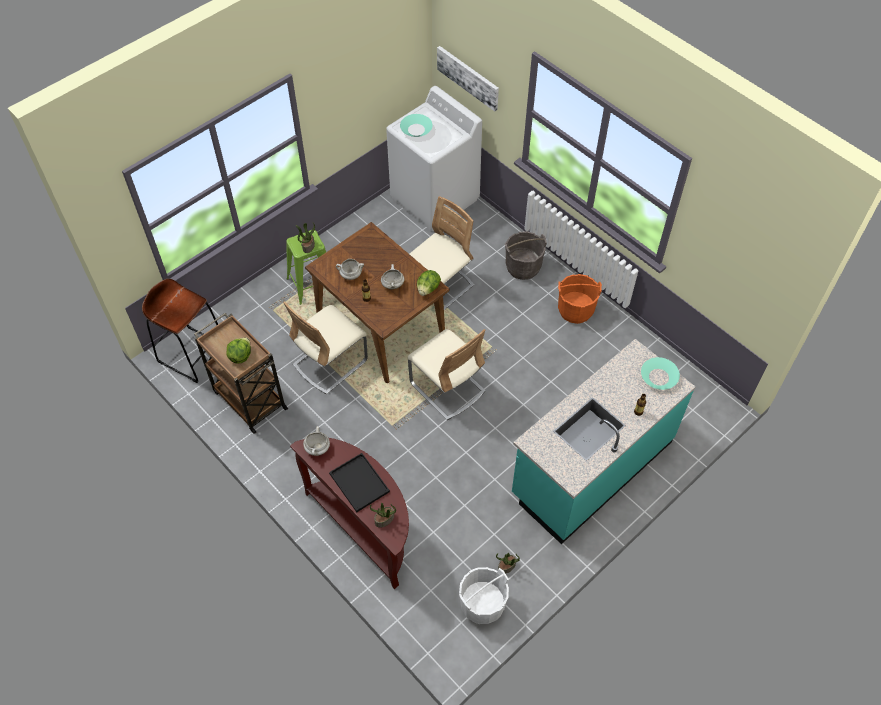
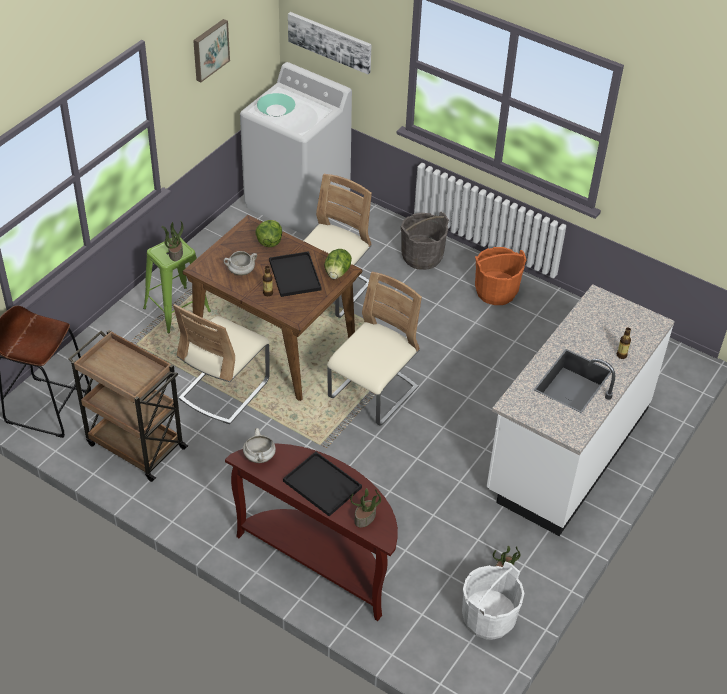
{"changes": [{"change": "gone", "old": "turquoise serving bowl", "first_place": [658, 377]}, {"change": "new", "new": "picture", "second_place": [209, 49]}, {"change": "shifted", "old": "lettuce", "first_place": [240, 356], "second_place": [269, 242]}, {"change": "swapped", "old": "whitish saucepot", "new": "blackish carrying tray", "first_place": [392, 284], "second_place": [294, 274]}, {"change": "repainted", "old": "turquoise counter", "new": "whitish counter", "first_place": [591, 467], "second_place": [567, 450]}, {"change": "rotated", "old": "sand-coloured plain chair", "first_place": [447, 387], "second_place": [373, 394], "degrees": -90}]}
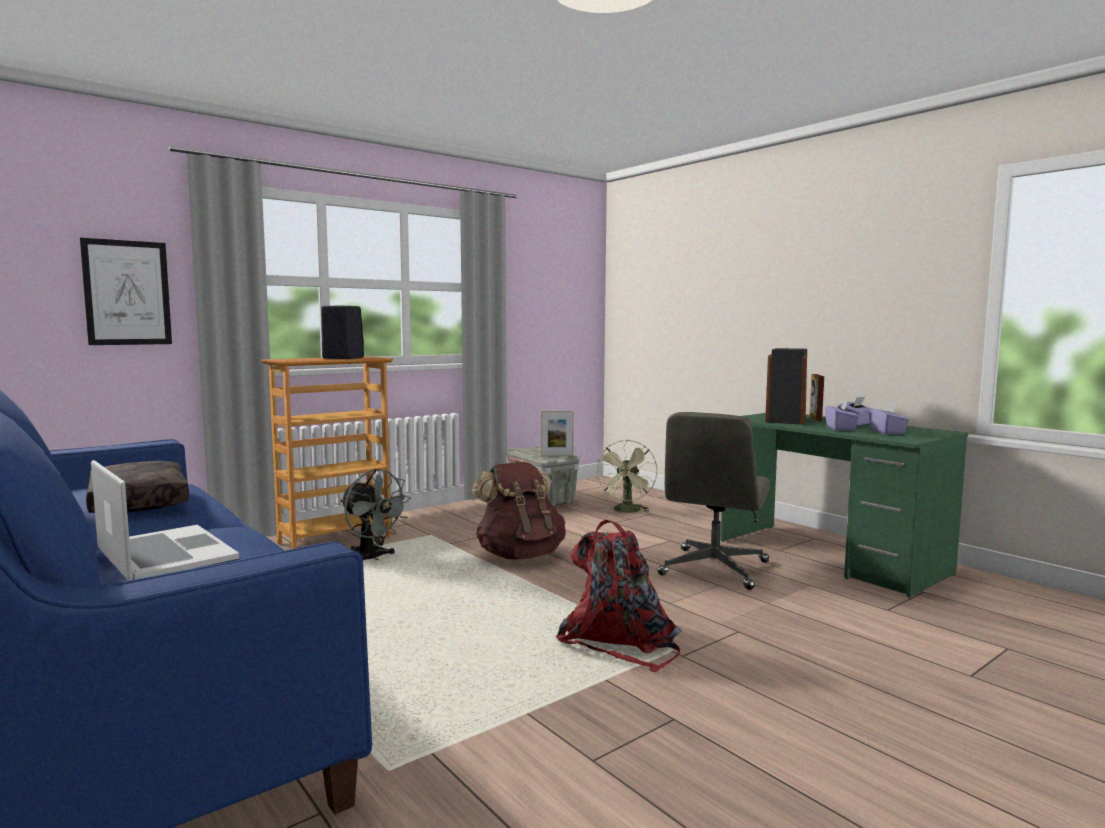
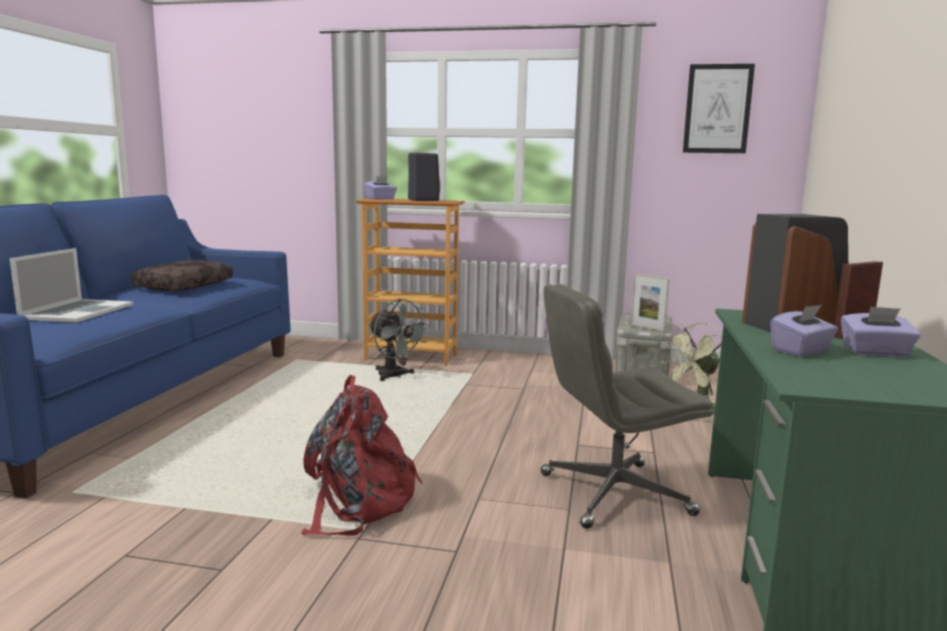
{"changes": [{"change": "gone", "old": "brownish rucksack", "first_place": [520, 555]}, {"change": "shifted", "old": "picture", "first_place": [127, 293], "second_place": [717, 109]}, {"change": "shifted", "old": "purplish tissue box", "first_place": [887, 432], "second_place": [380, 199]}, {"change": "rotated", "old": "gray fan", "first_place": [372, 558], "second_place": [395, 376], "degrees": -45}]}
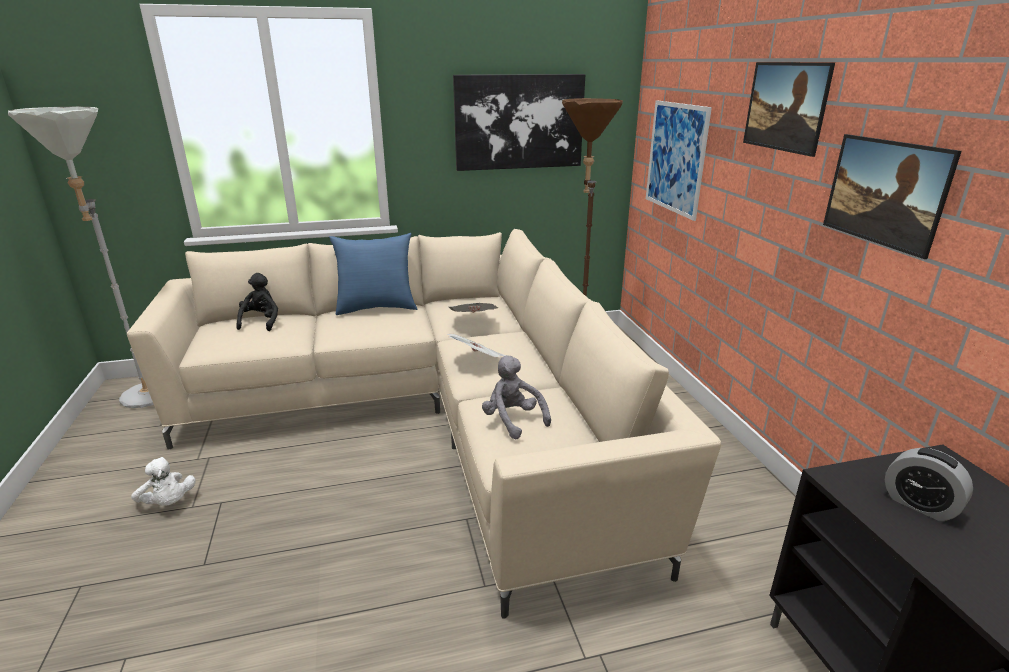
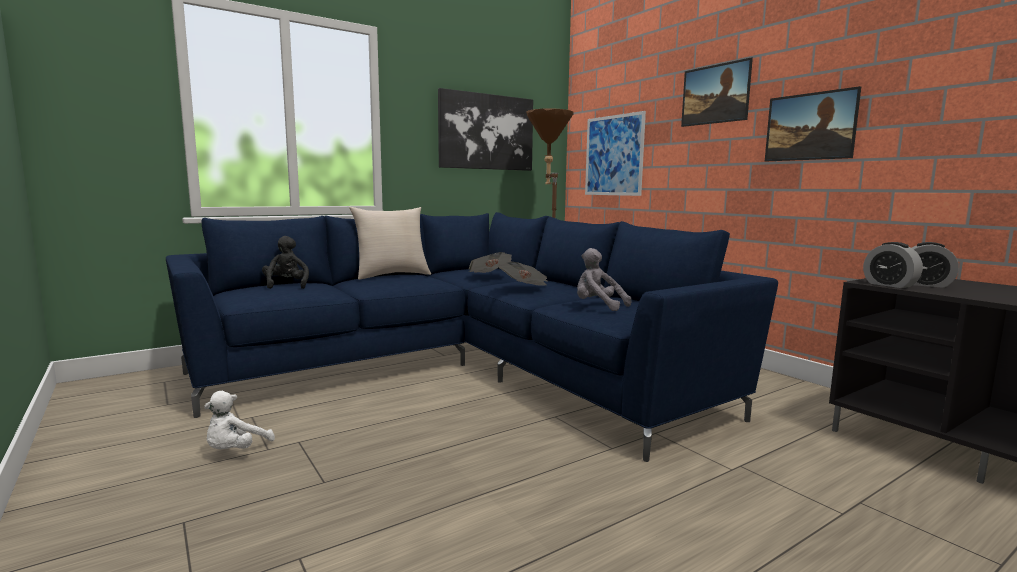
{"changes": [{"change": "gone", "old": "gray standing lamp", "first_place": [144, 401]}, {"change": "new", "new": "alarm clock", "second_place": [889, 285]}, {"change": "repainted", "old": "sand-coloured settee", "new": "blue settee", "first_place": [431, 420], "second_place": [461, 370]}, {"change": "repainted", "old": "blue cushion", "new": "sand-coloured cushion", "first_place": [377, 308], "second_place": [391, 275]}, {"change": "rotated", "old": "whitish soft toy", "first_place": [168, 503], "second_place": [236, 451], "degrees": 90}]}
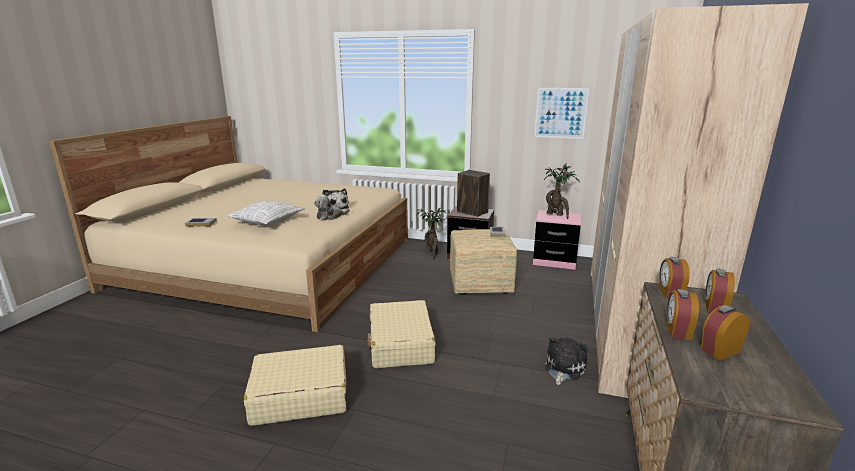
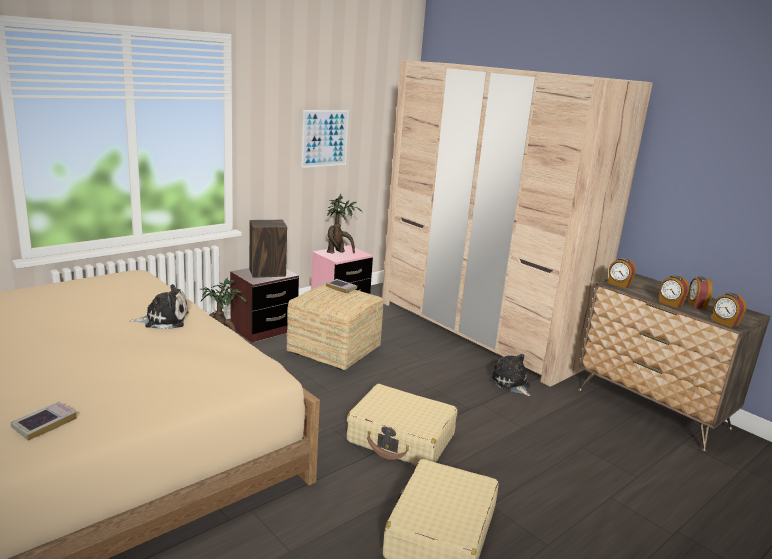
{"changes": [{"change": "gone", "old": "cushion", "first_place": [267, 221]}, {"change": "gone", "old": "soft toy", "first_place": [330, 216]}, {"change": "shifted", "old": "alarm clock", "first_place": [714, 307], "second_place": [724, 322]}]}
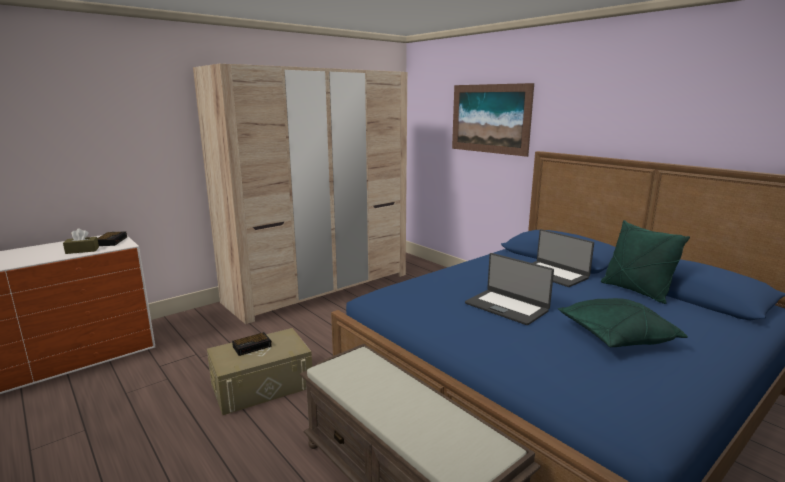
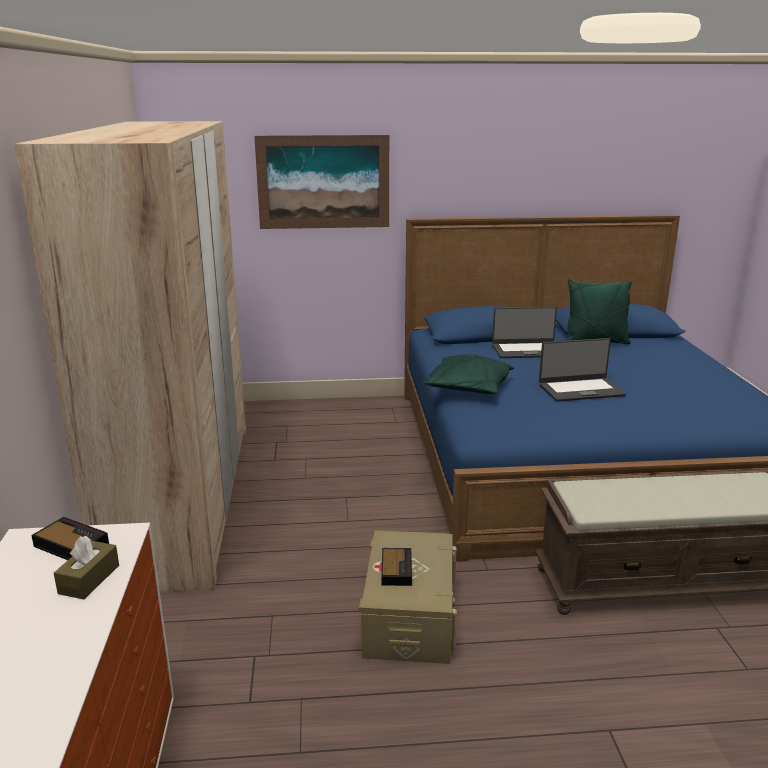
{"changes": [{"change": "shifted", "old": "green cushion", "first_place": [615, 336], "second_place": [468, 389]}]}
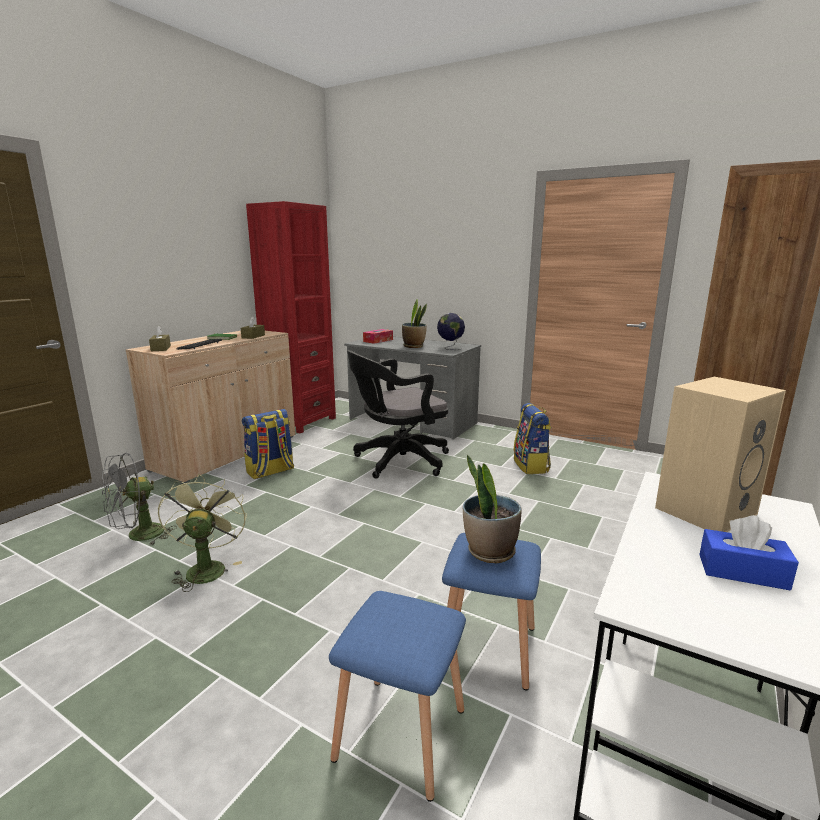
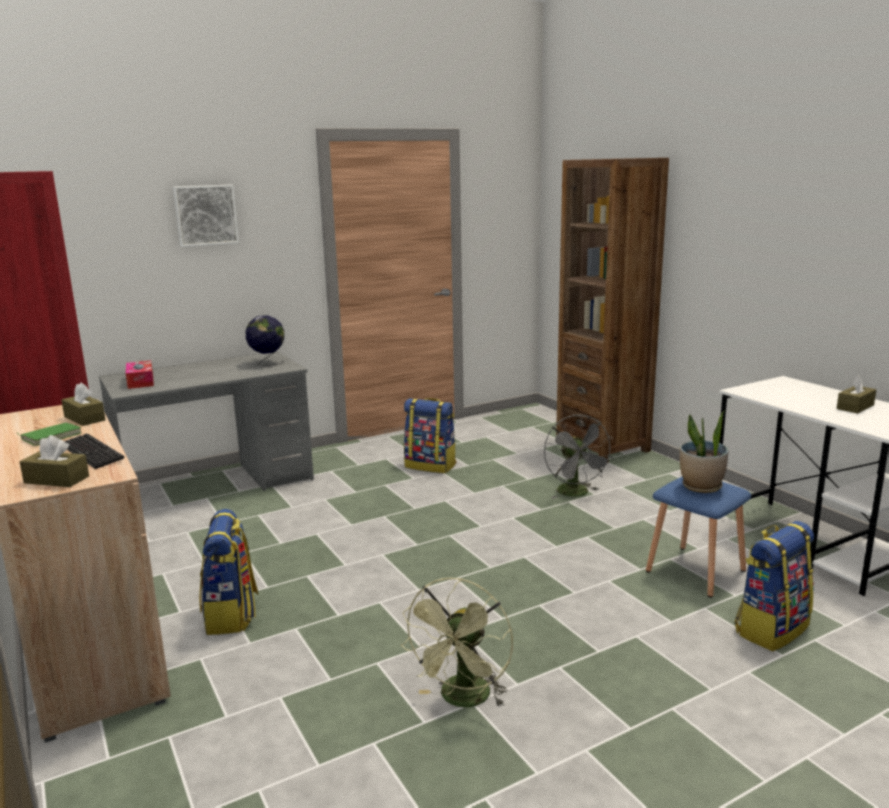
{"changes": [{"change": "gone", "old": "blackish office chair", "first_place": [397, 461]}, {"change": "gone", "old": "houseplant", "first_place": [414, 346]}, {"change": "gone", "old": "sand-coloured loudspeaker", "first_place": [704, 510]}, {"change": "new", "new": "picture", "second_place": [205, 215]}, {"change": "shifted", "old": "gray fan", "first_place": [138, 536], "second_place": [576, 494]}, {"change": "swapped", "old": "blue sitting stool", "new": "rucksack", "first_place": [403, 733], "second_place": [771, 628]}, {"change": "repainted", "old": "blue tissue box", "new": "brownish tissue box", "first_place": [742, 572], "second_place": [855, 407]}, {"change": "rotated", "old": "green fan", "first_place": [206, 568], "second_place": [463, 700], "degrees": -90}]}
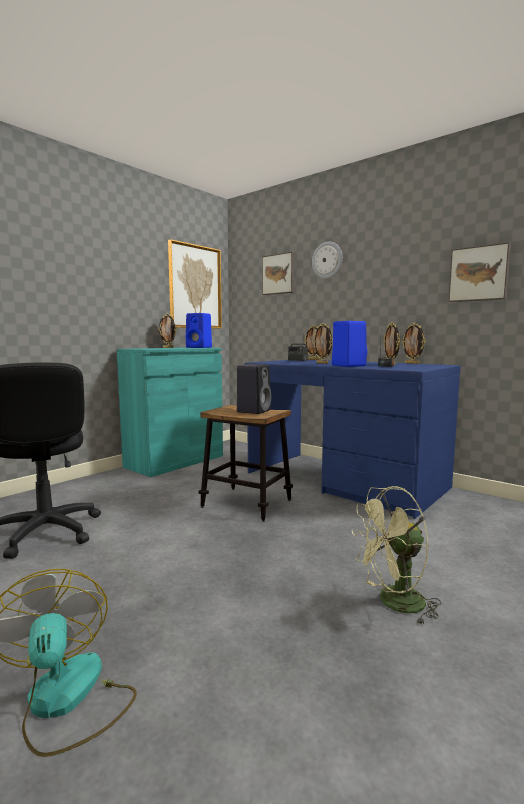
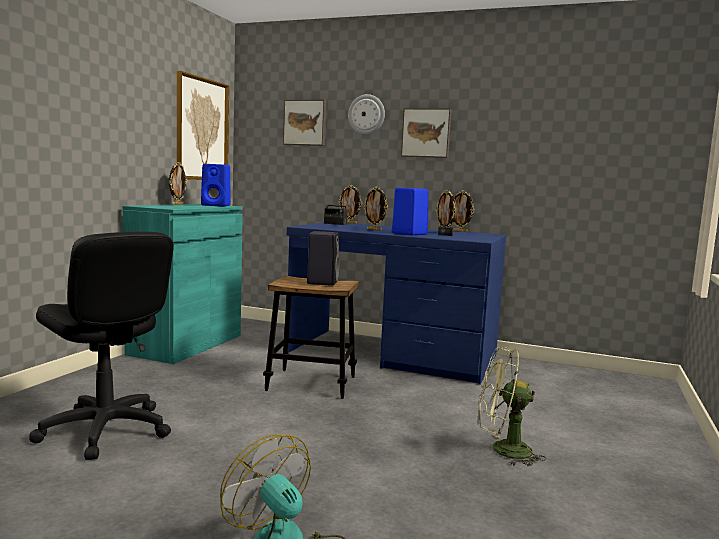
{"changes": [{"change": "shifted", "old": "picture", "first_place": [479, 274], "second_place": [426, 133]}, {"change": "rotated", "old": "green fan", "first_place": [393, 603], "second_place": [502, 450], "degrees": 45}]}
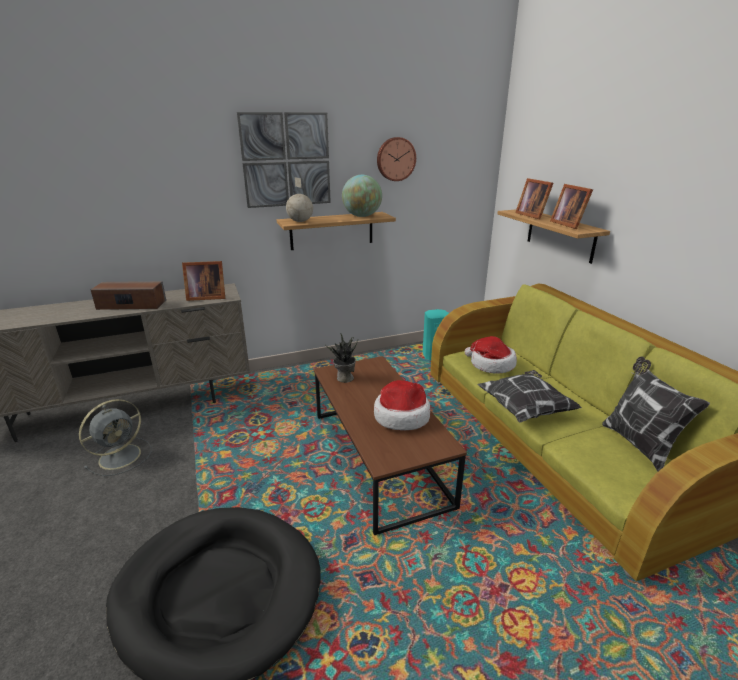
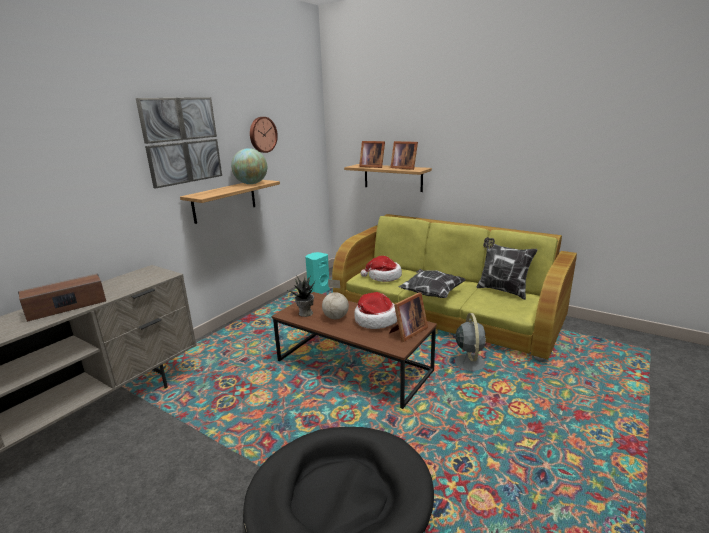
{"changes": [{"change": "shifted", "old": "gray fan", "first_place": [122, 456], "second_place": [469, 362]}, {"change": "shifted", "old": "picture frame", "first_place": [205, 297], "second_place": [407, 332]}, {"change": "shifted", "old": "desk globe", "first_place": [300, 221], "second_place": [335, 317]}]}
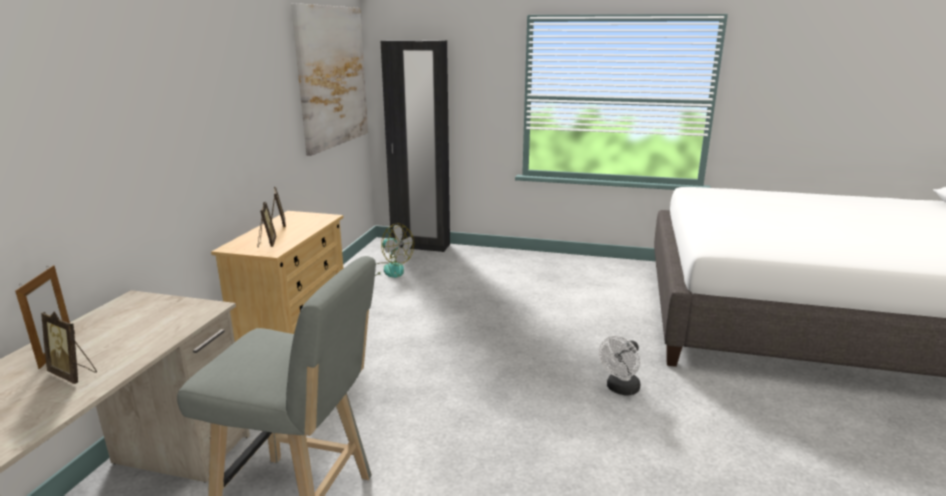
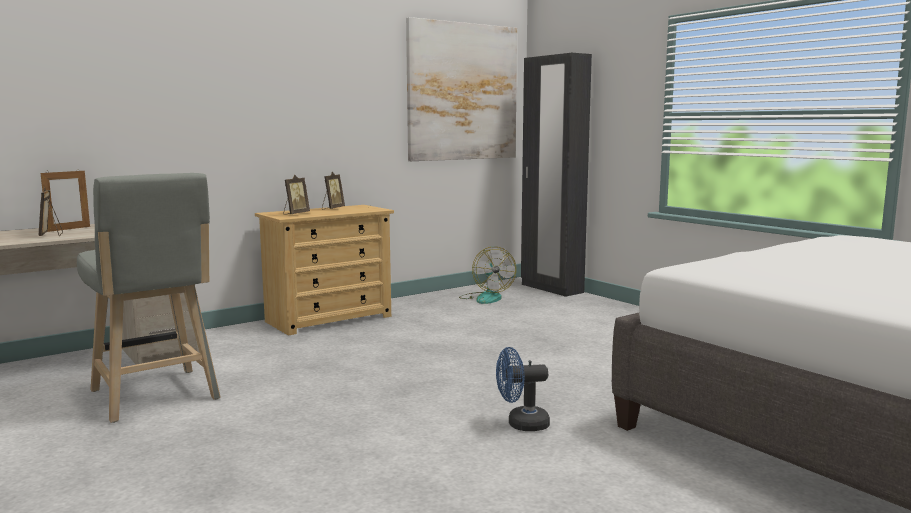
{"changes": [{"change": "repainted", "old": "whitish fan", "new": "blue fan", "first_place": [620, 389], "second_place": [521, 424]}]}
